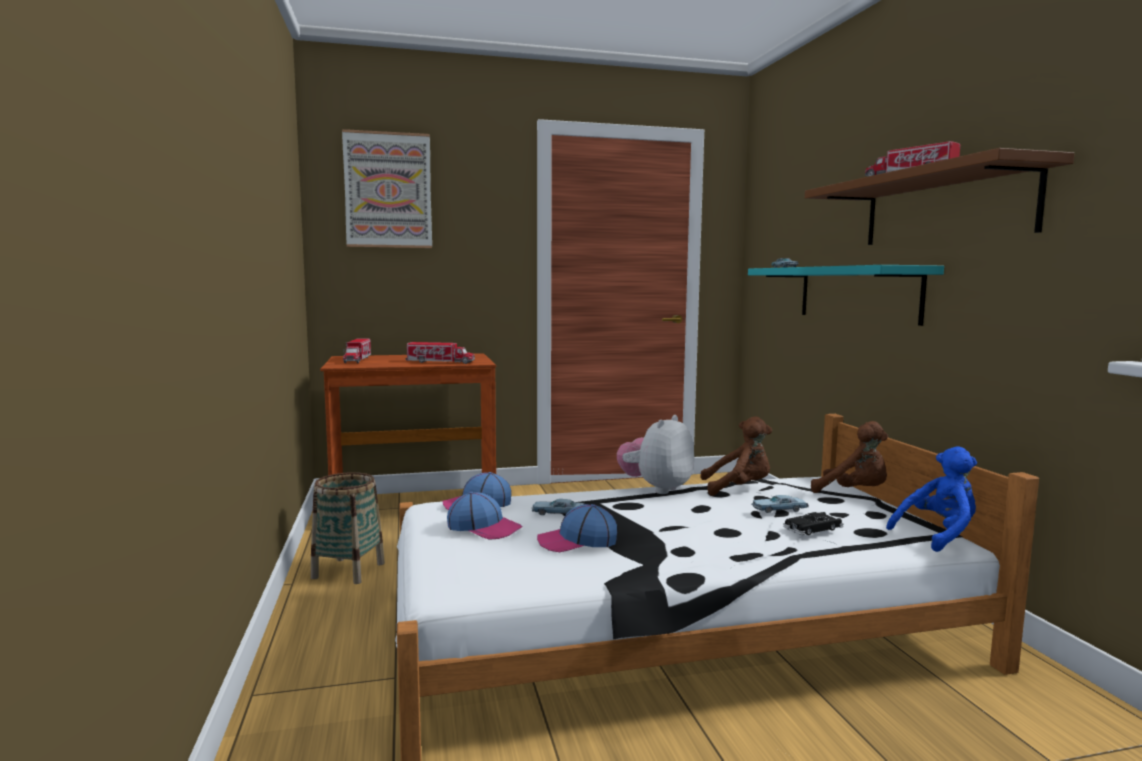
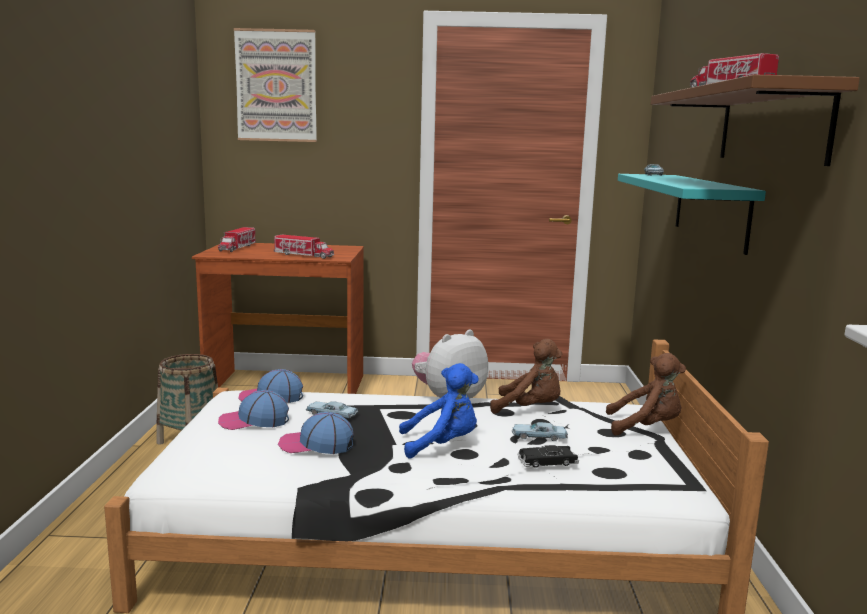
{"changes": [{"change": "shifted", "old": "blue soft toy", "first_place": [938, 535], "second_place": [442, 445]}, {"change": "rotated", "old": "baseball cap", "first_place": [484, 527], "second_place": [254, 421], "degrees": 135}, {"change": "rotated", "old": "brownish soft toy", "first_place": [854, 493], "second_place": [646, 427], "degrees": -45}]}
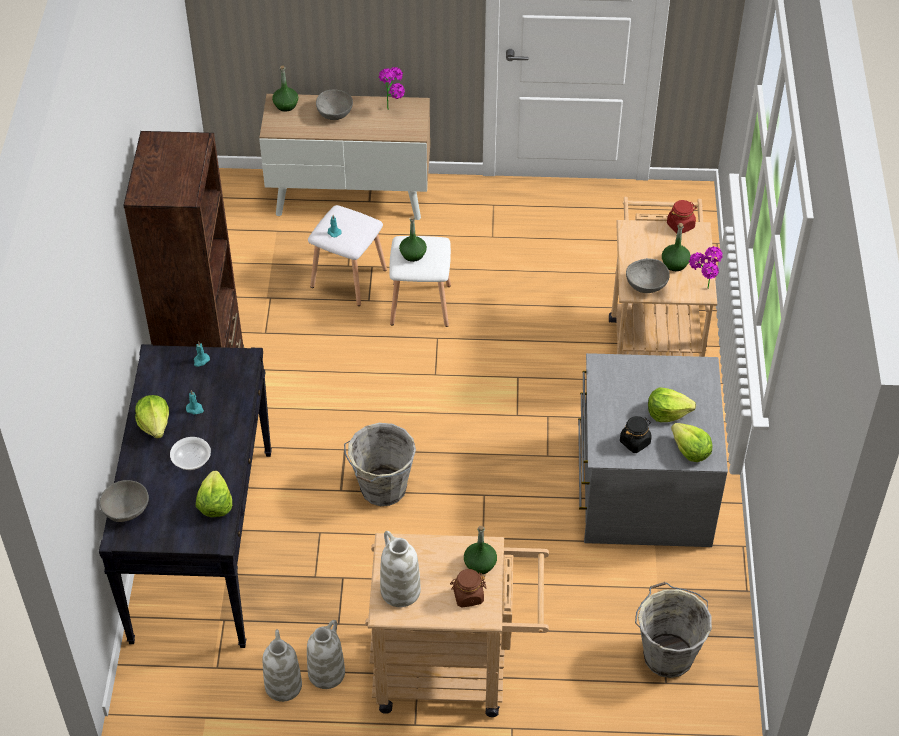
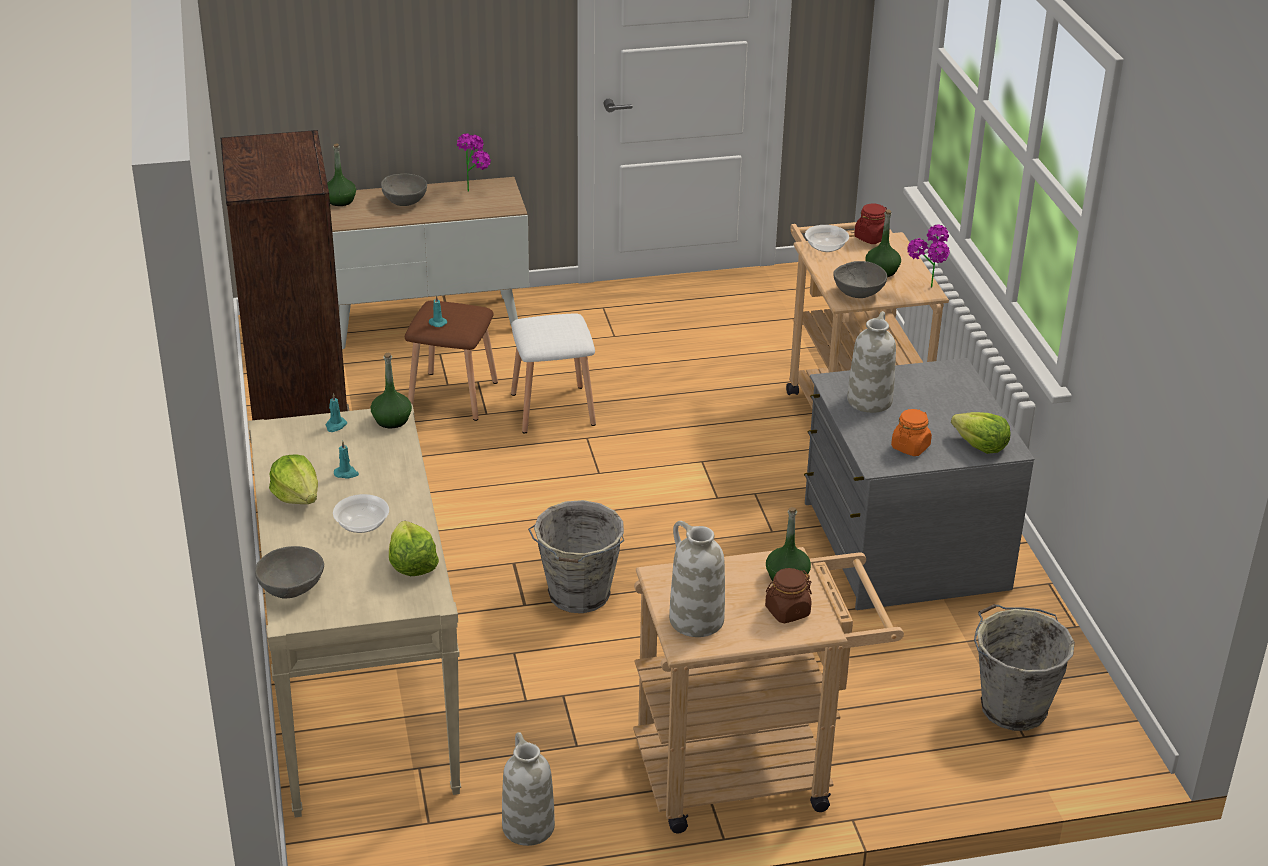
{"changes": [{"change": "gone", "old": "lettuce", "first_place": [667, 412]}, {"change": "new", "new": "serving bowl", "second_place": [825, 247]}, {"change": "shifted", "old": "whitish vase", "first_place": [326, 672], "second_place": [869, 400]}, {"change": "shifted", "old": "green drink bottle", "first_place": [413, 254], "second_place": [392, 420]}, {"change": "repainted", "old": "blackish narrow table", "new": "sand-coloured narrow table", "first_place": [202, 543], "second_place": [360, 689]}, {"change": "repainted", "old": "whitish sitting stool", "new": "brownish sitting stool", "first_place": [348, 279], "second_place": [453, 397]}, {"change": "repainted", "old": "blackish jar", "new": "orangey jar", "first_place": [635, 442], "second_place": [910, 447]}]}
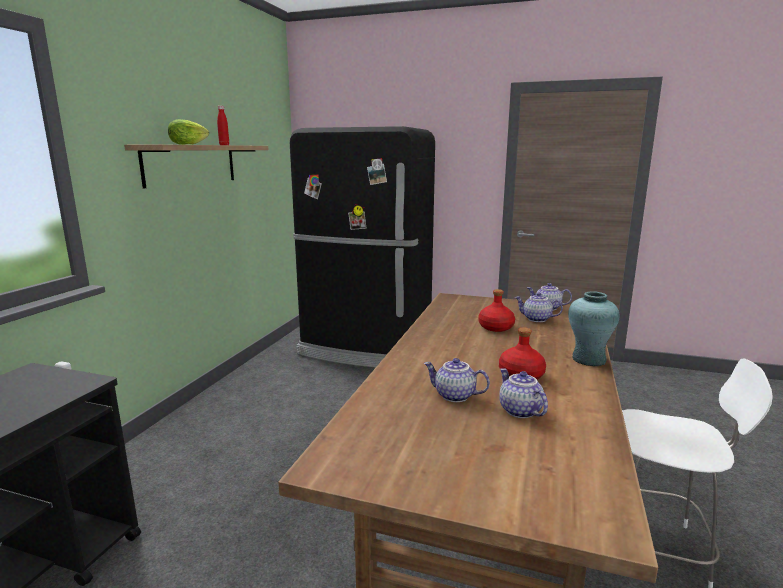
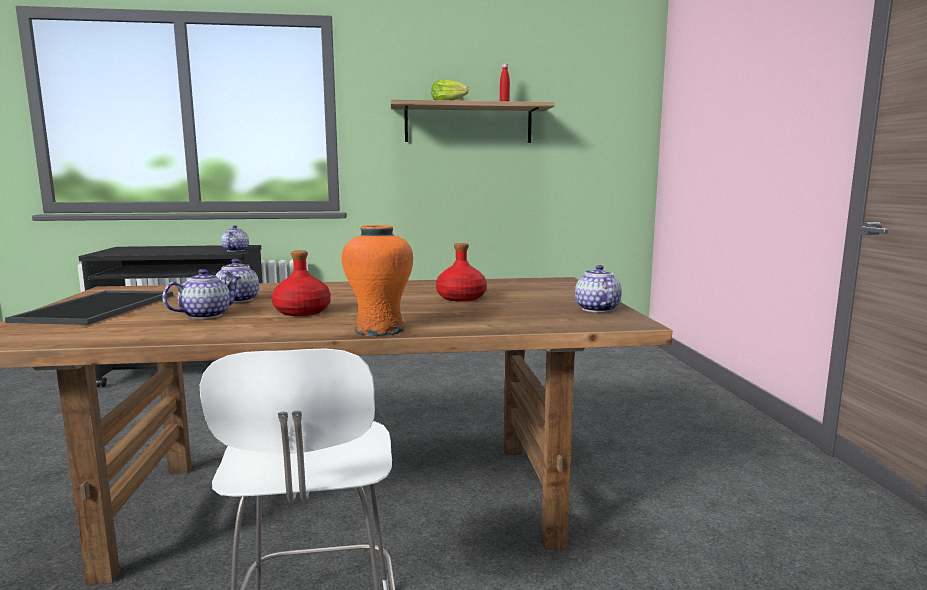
{"changes": [{"change": "gone", "old": "blackish refrigerator", "first_place": [366, 348]}, {"change": "new", "new": "carrying tray", "second_place": [97, 307]}, {"change": "shifted", "old": "tea pot", "first_place": [536, 319], "second_place": [235, 250]}, {"change": "repainted", "old": "turquoise vase", "new": "orangey vase", "first_place": [588, 359], "second_place": [379, 330]}]}
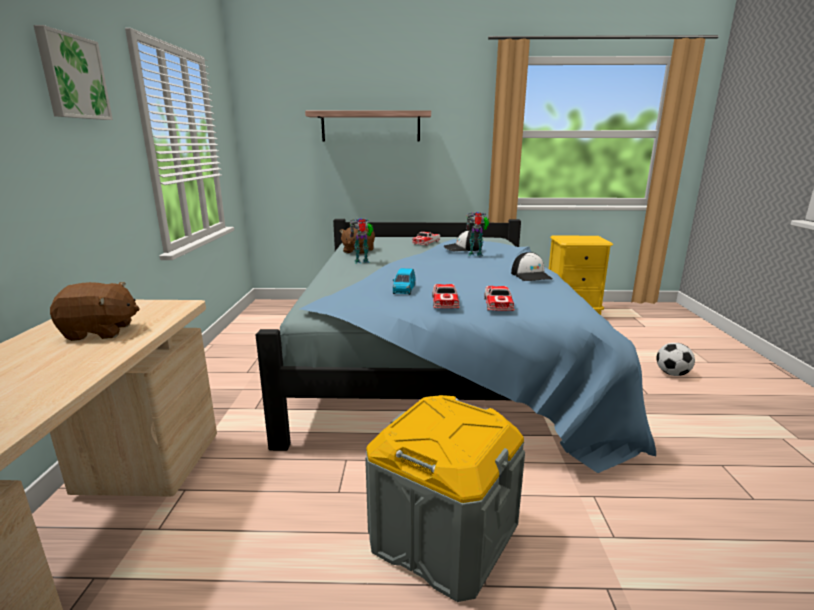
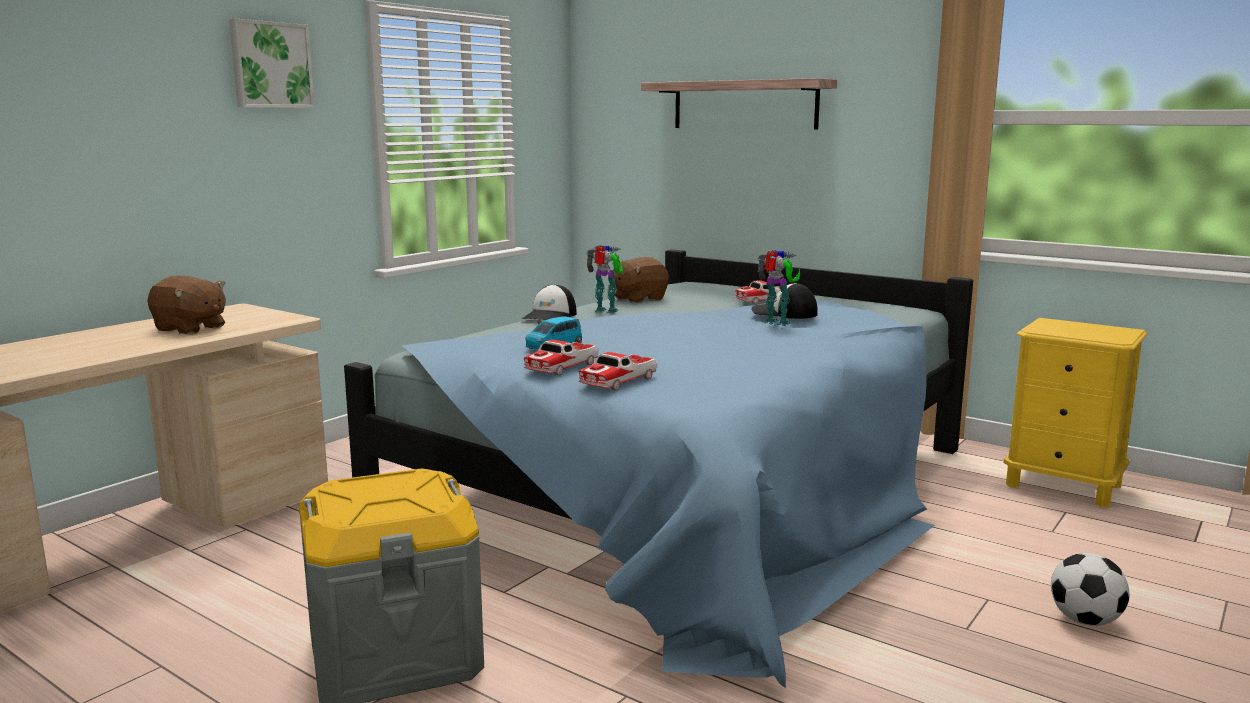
{"changes": [{"change": "shifted", "old": "baseball cap", "first_place": [531, 276], "second_place": [550, 316]}]}
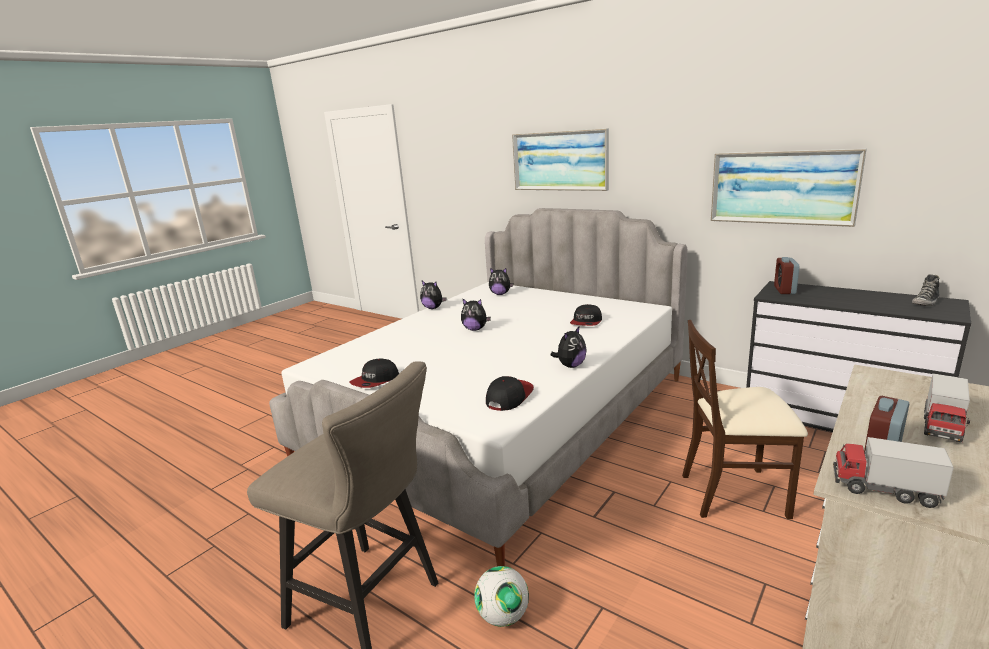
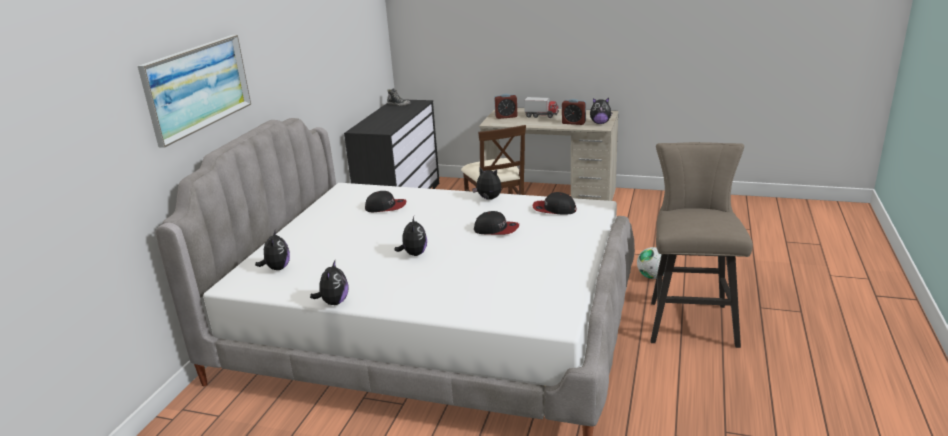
{"changes": [{"change": "gone", "old": "picture", "first_place": [782, 187]}, {"change": "shifted", "old": "baseball cap", "first_place": [375, 380], "second_place": [496, 229]}, {"change": "shifted", "old": "alarm clock", "first_place": [784, 290], "second_place": [506, 116]}, {"change": "swapped", "old": "toy lorry", "new": "soft toy", "first_place": [884, 489], "second_place": [600, 123]}]}
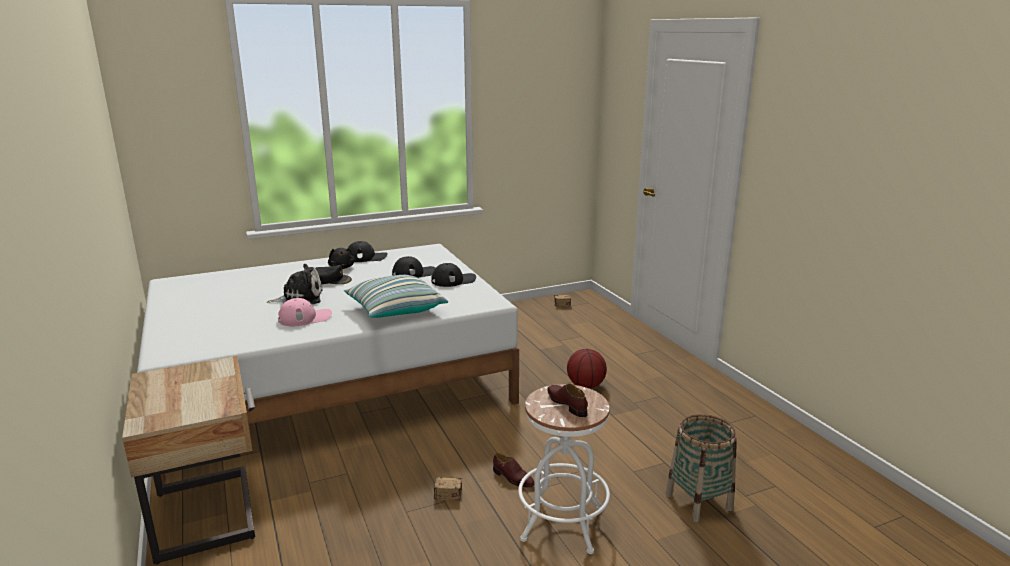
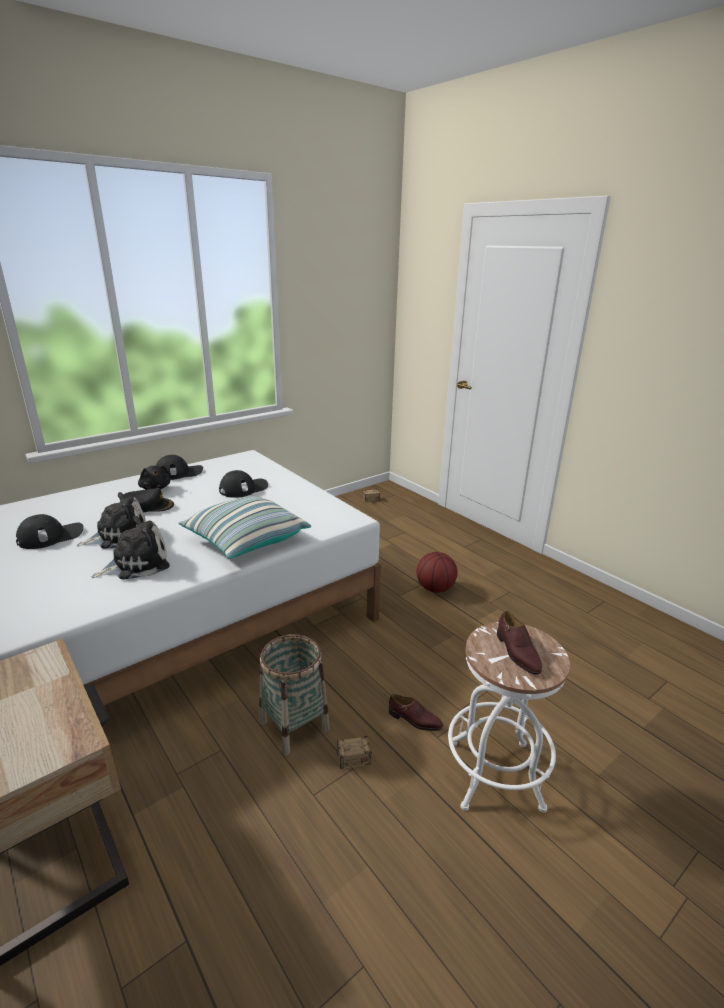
{"changes": [{"change": "shifted", "old": "blackish baseball cap", "first_place": [453, 280], "second_place": [51, 536]}, {"change": "shifted", "old": "basket", "first_place": [698, 501], "second_place": [294, 725]}, {"change": "swapped", "old": "pinkish baseball cap", "new": "soft toy", "first_place": [305, 318], "second_place": [136, 564]}, {"change": "rotated", "old": "brownish item of footwear", "first_place": [567, 404], "second_place": [517, 652], "degrees": -150}]}
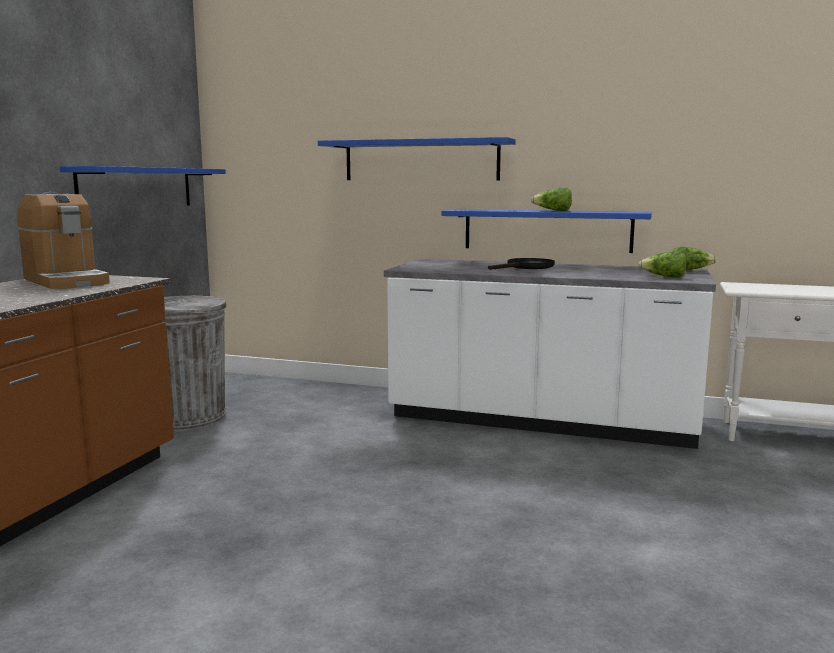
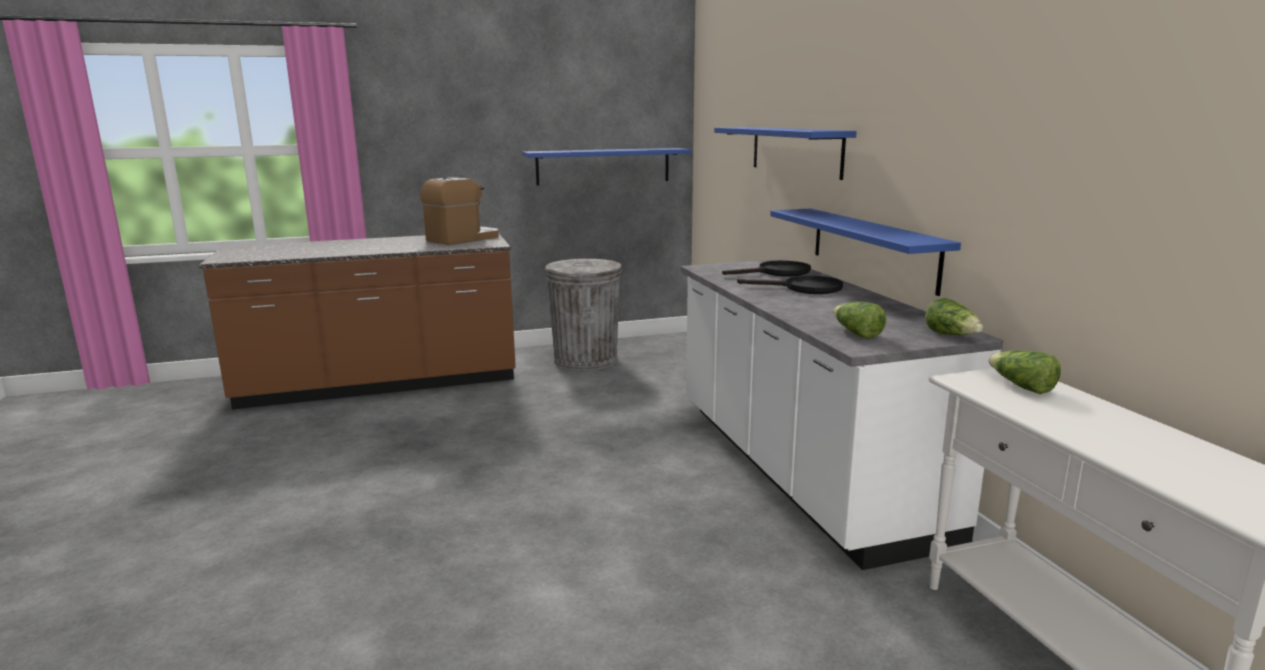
{"changes": [{"change": "new", "new": "blackish skillet", "second_place": [777, 273]}, {"change": "shifted", "old": "lettuce", "first_place": [553, 211], "second_place": [1021, 387]}, {"change": "rotated", "old": "coffee brewer", "first_place": [66, 281], "second_place": [463, 239], "degrees": -150}]}
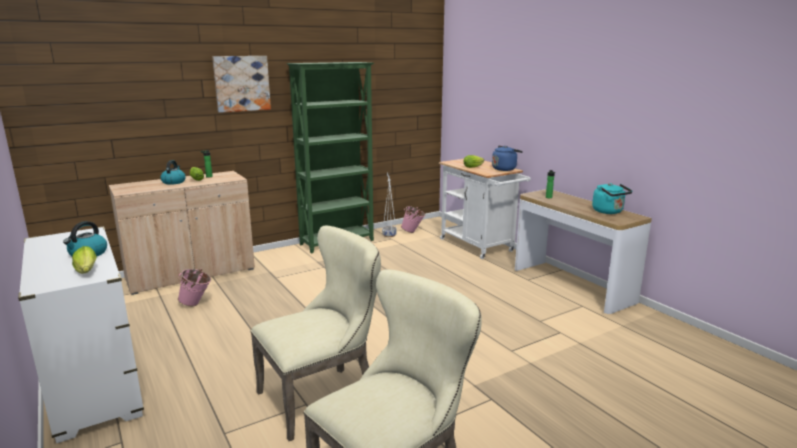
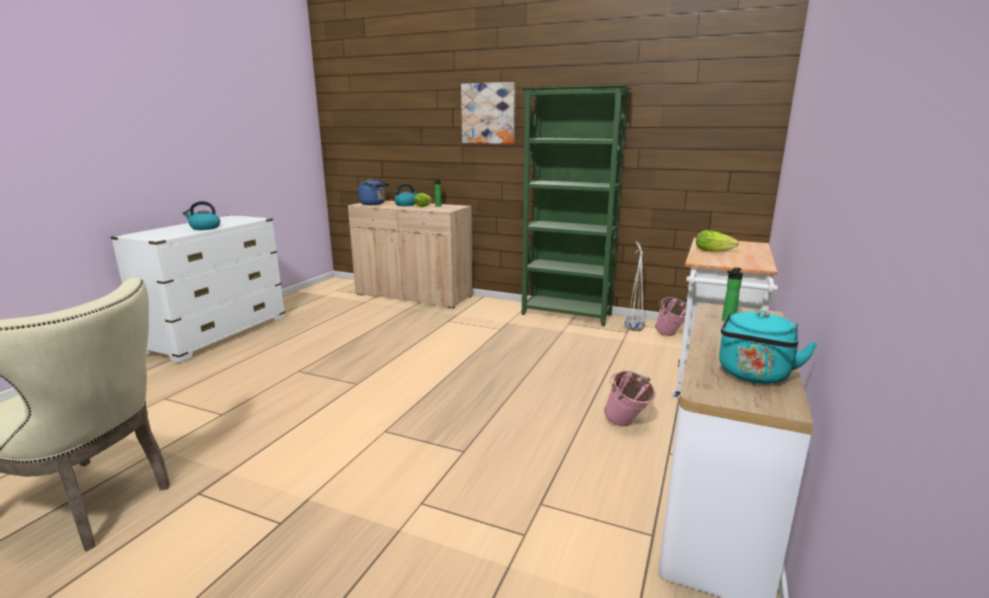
{"changes": [{"change": "gone", "old": "lettuce", "first_place": [86, 271]}, {"change": "gone", "old": "sand-coloured plain chair", "first_place": [323, 396]}, {"change": "shifted", "old": "pinkish bucket", "first_place": [196, 304], "second_place": [626, 424]}, {"change": "shifted", "old": "blue kettle", "first_place": [505, 169], "second_place": [374, 204]}]}
